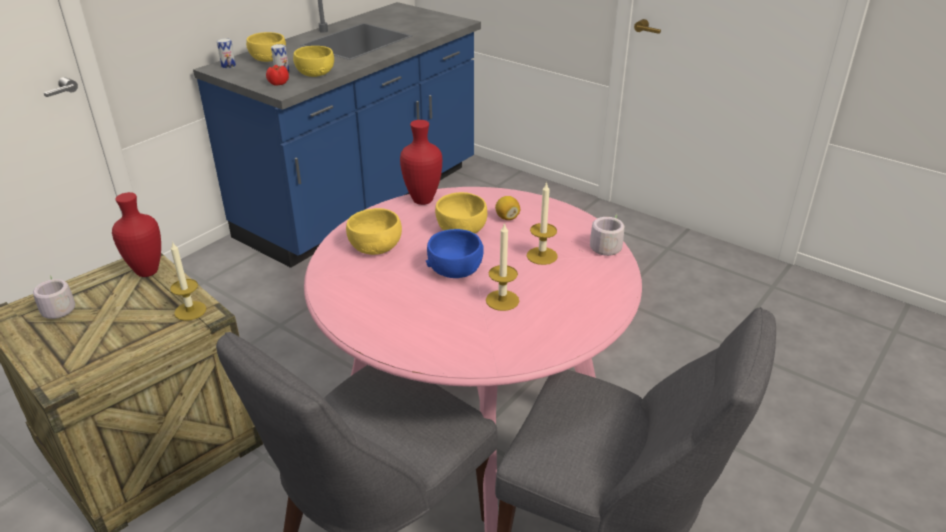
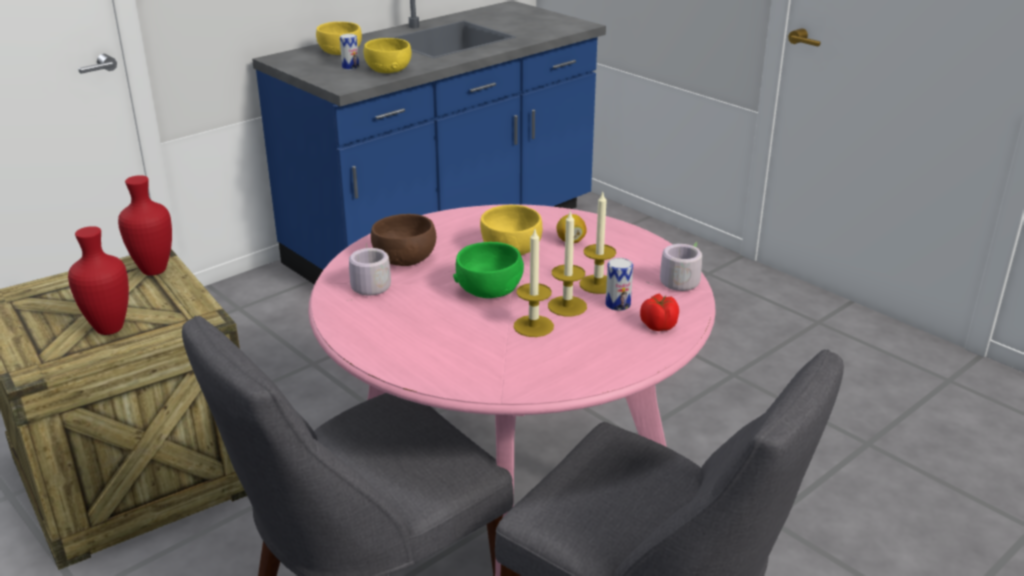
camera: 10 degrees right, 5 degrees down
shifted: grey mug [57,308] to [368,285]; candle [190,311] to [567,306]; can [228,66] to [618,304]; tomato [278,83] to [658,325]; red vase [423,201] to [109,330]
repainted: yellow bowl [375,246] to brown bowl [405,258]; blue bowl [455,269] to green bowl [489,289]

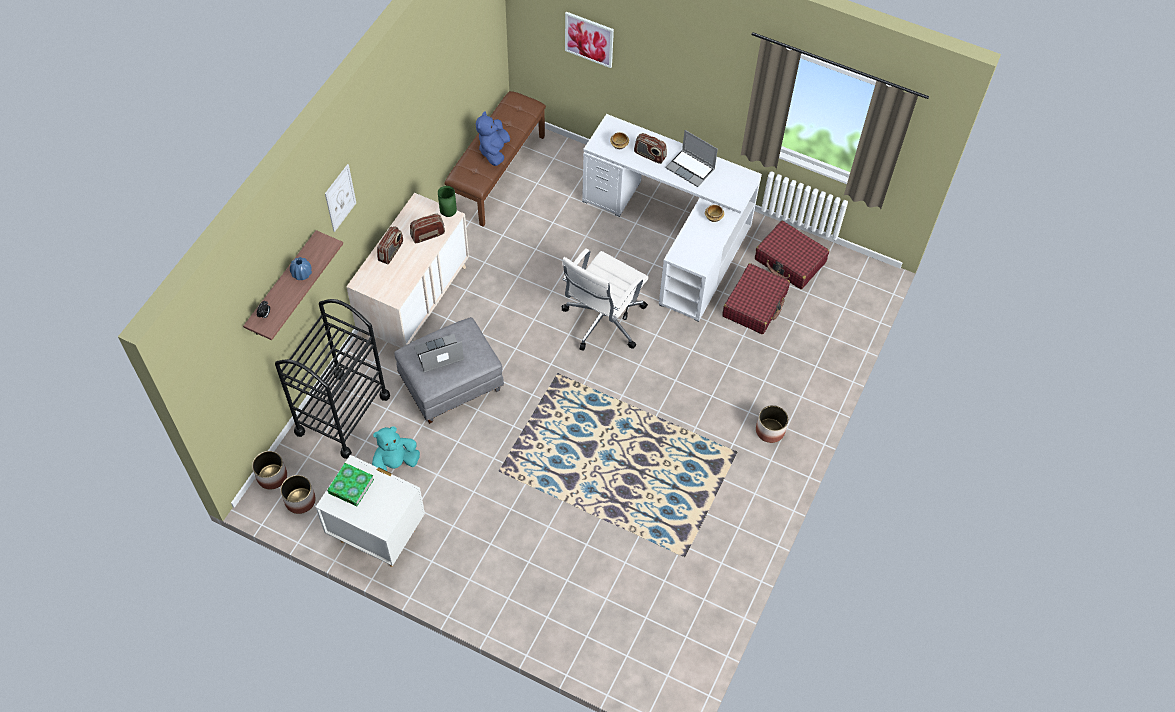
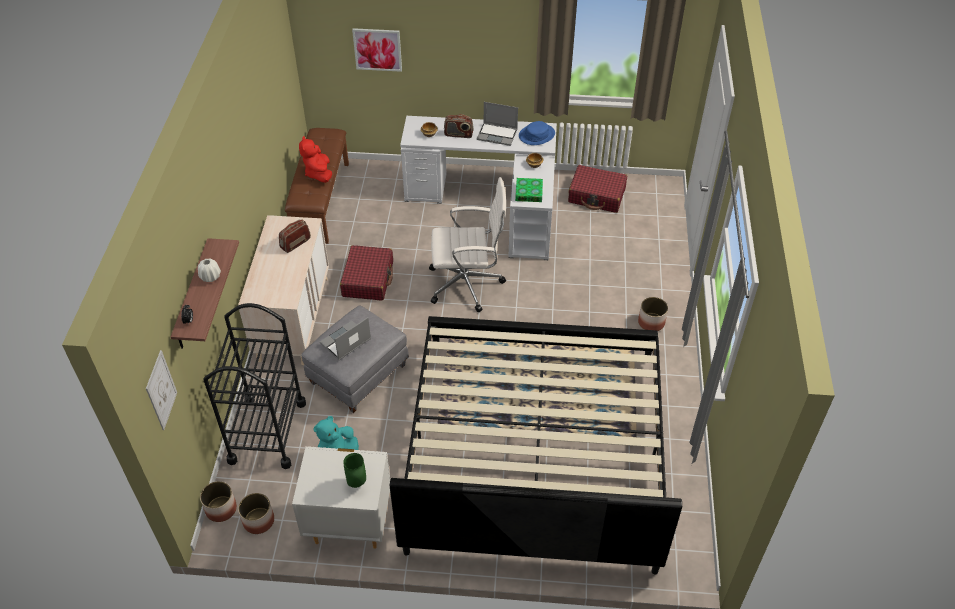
camera: 20 degrees left, 10 degrees down
gone: radio [391,252]
new: bed [535,450]; blue hat [536,135]
shifted: picture [340,198] to [161,390]; book [351,486] to [529,192]; green vase [448,214] to [356,483]; red suitcase [755,304] to [368,279]
repainted: blue vase [302,274] to white vase [210,276]; blue plush toy [494,151] to red plush toy [318,173]
rotated: white office chair [602,321] = [467,284] 105 degrees counterclockwise

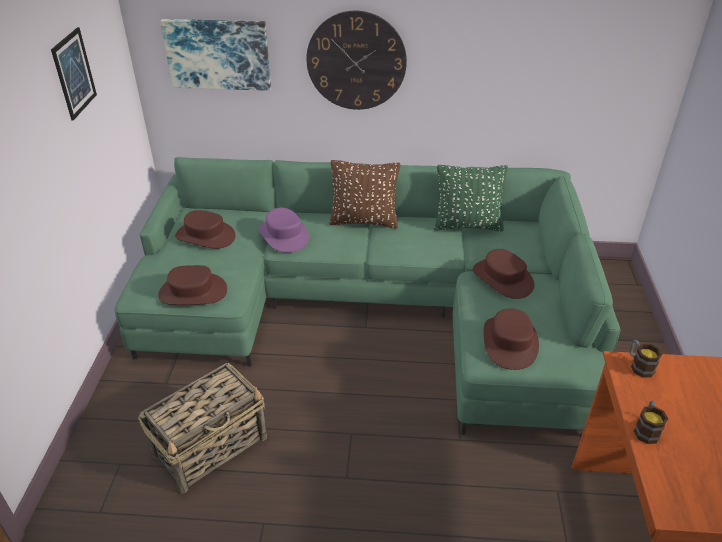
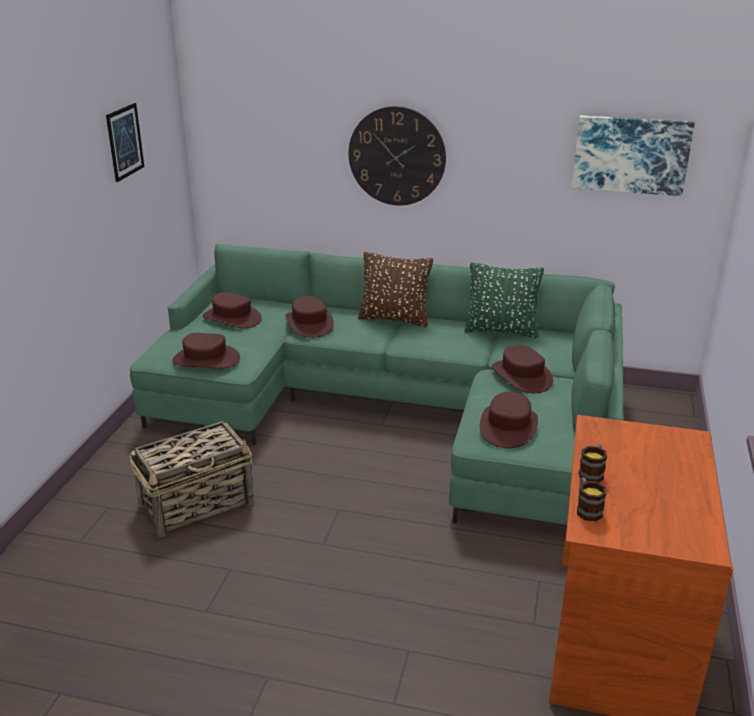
camera: 10 degrees right, 10 degrees down
shifted: picture [218,54] to [631,154]; mug [639,366] to [587,509]
repainted: purple hat [284,235] to brown hat [309,323]

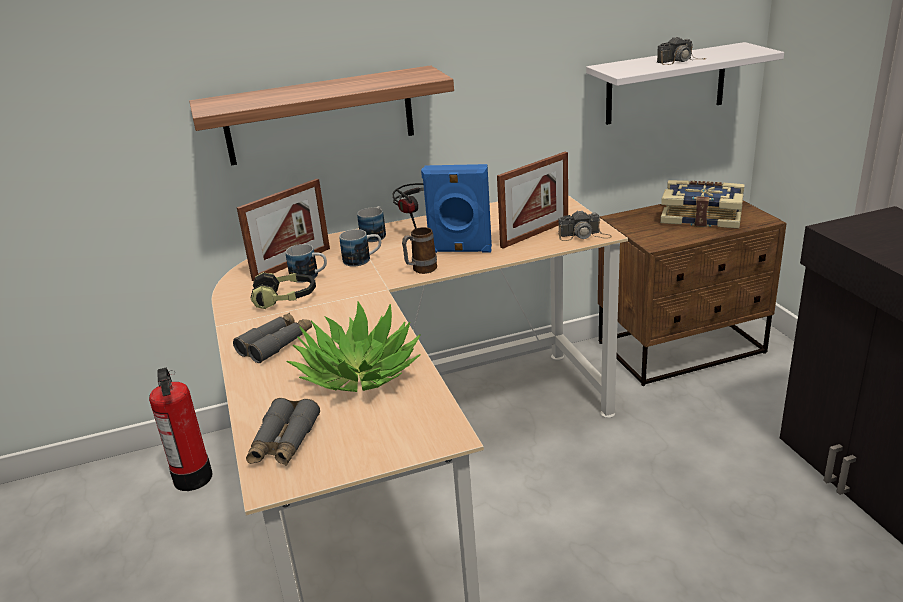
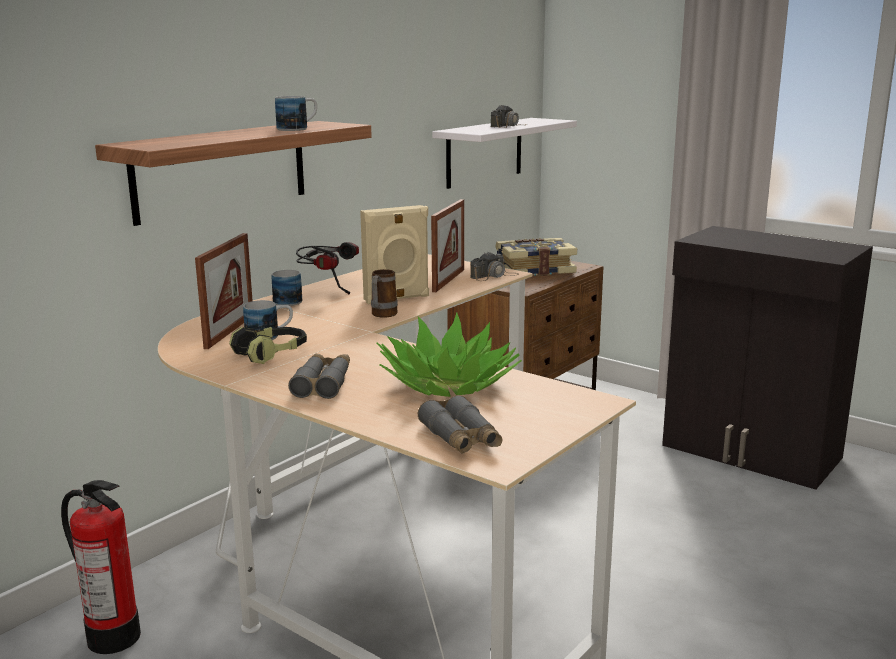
camera: 35 degrees left, 10 degrees down
shifted: mug [363,260] to [298,129]
repainted: blue speaker [460,250] to beige speaker [397,298]

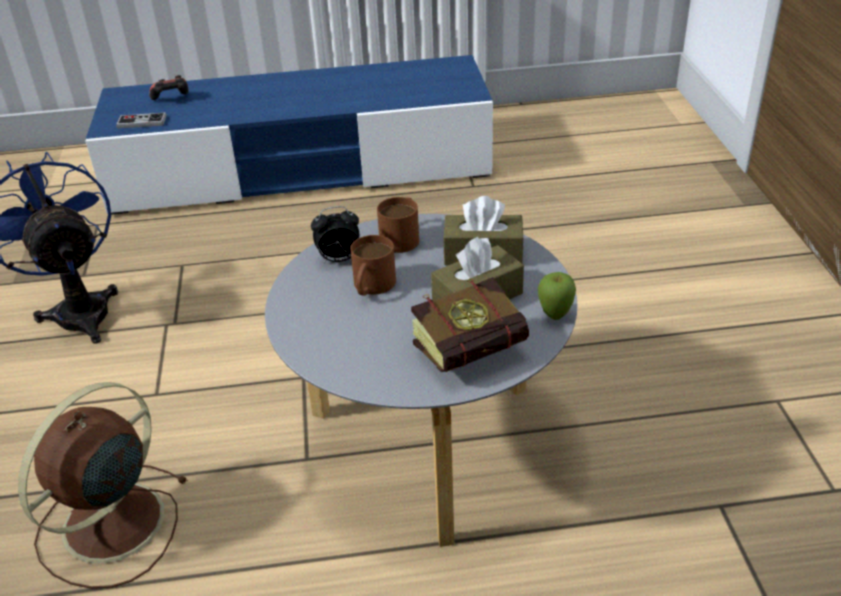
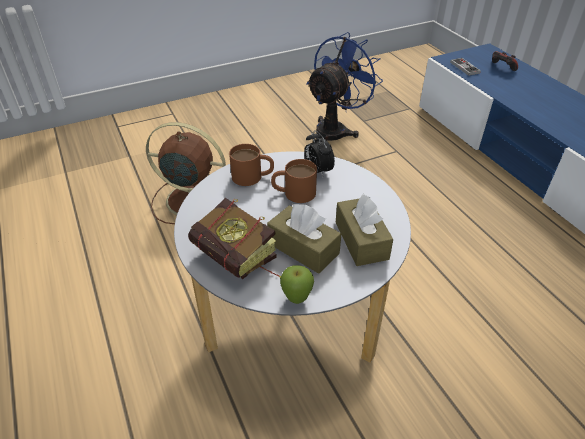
camera: 70 degrees right, 5 degrees up
shifted: brown mug [402,236] to [253,176]

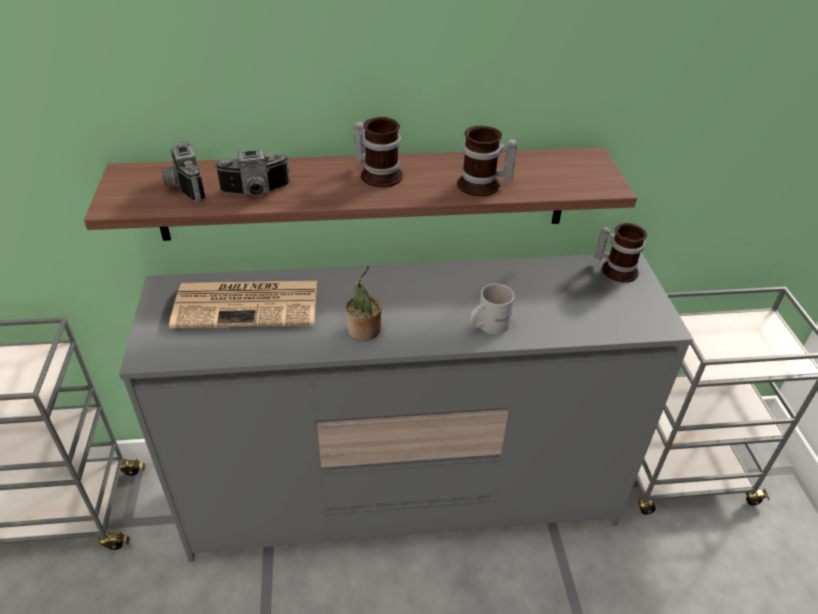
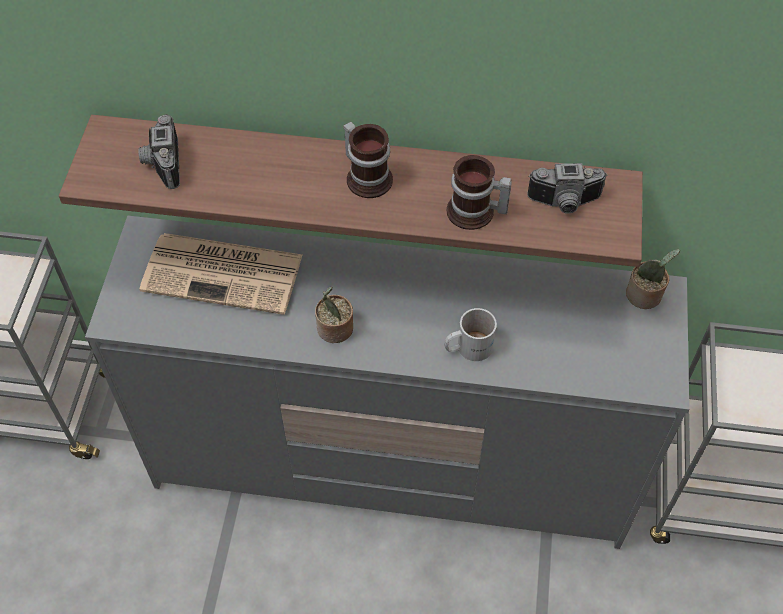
camera: 15 degrees right, 15 degrees up
shifted: photo camera [256,193] to [565,204]
swapped: mug [616,268] to potted plant [645,296]

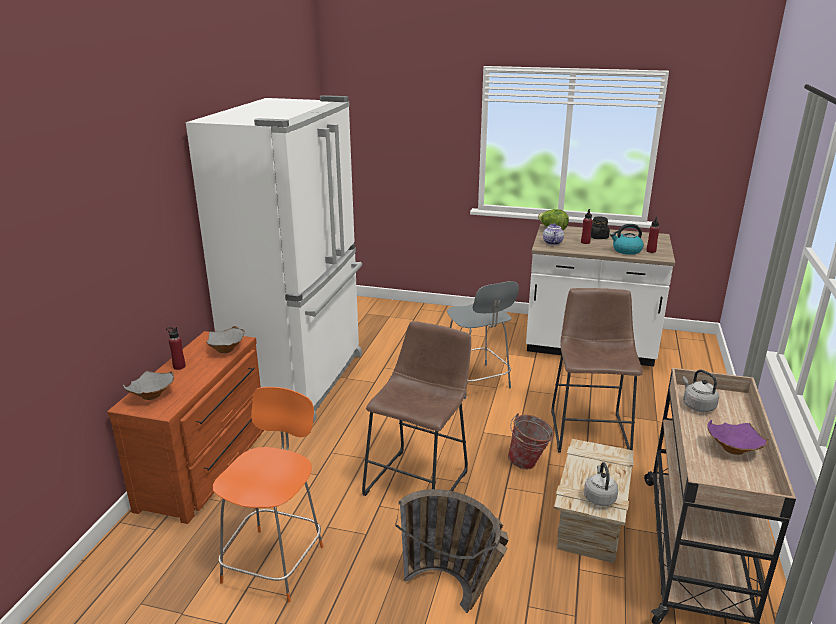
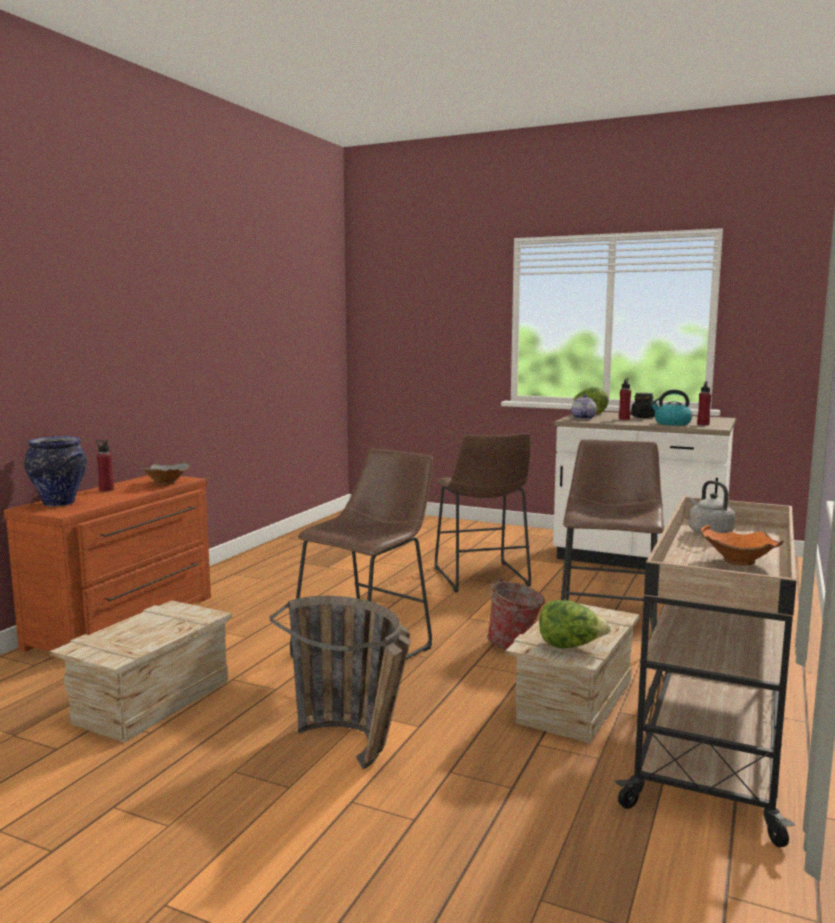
camera: 10 degrees right, 15 degrees down
gone: white fridge [302,380]
swapped: grey bowl [152,396] to vase [60,503]; orange chair [275,561] to crate [152,702]; grey chair [477,382] to brown stool [482,578]; grey kettle [599,497] to lettuce [570,646]
repainted: purple bowl [733,450] to orange bowl [738,562]

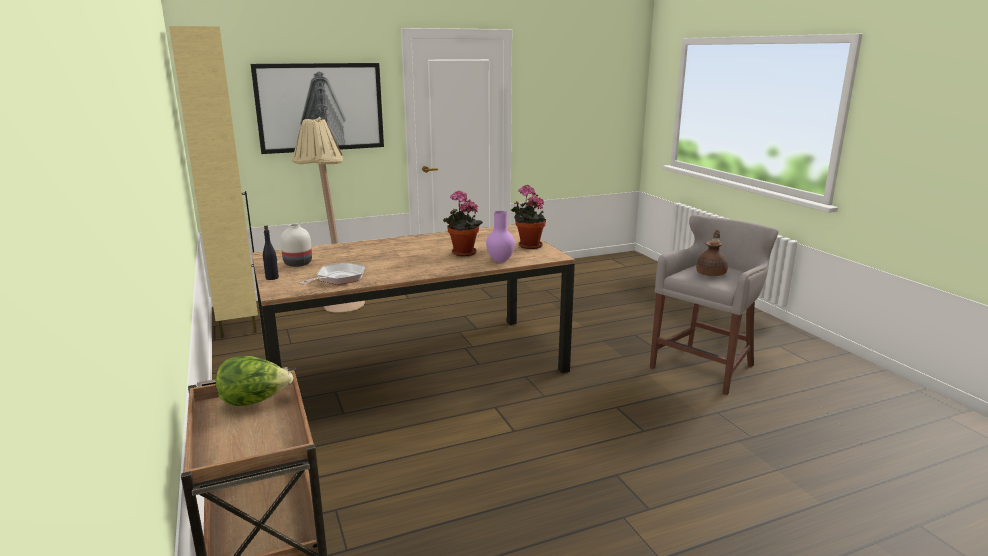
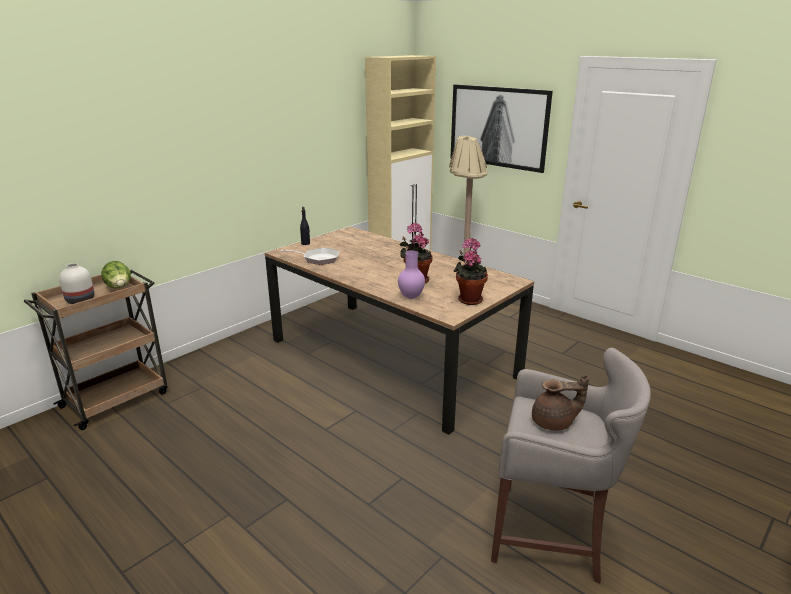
camera: 65 degrees right, 5 degrees up
shifted: white vase [297,264] to [79,300]

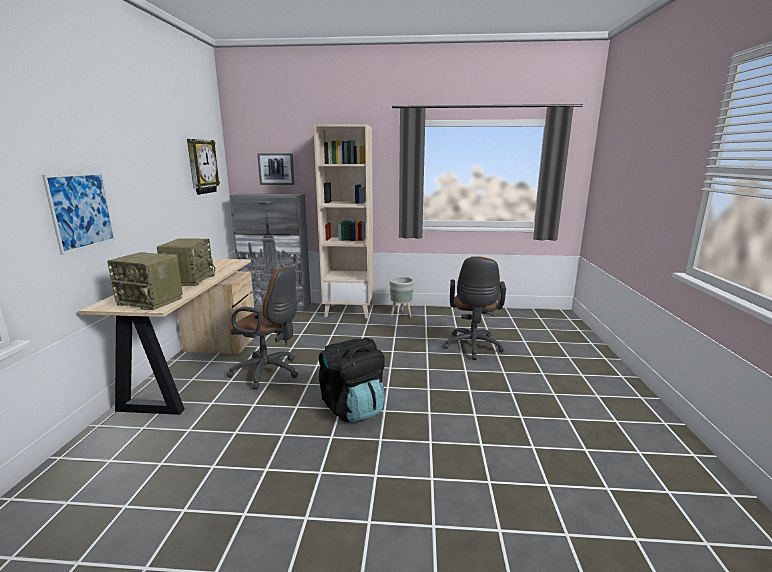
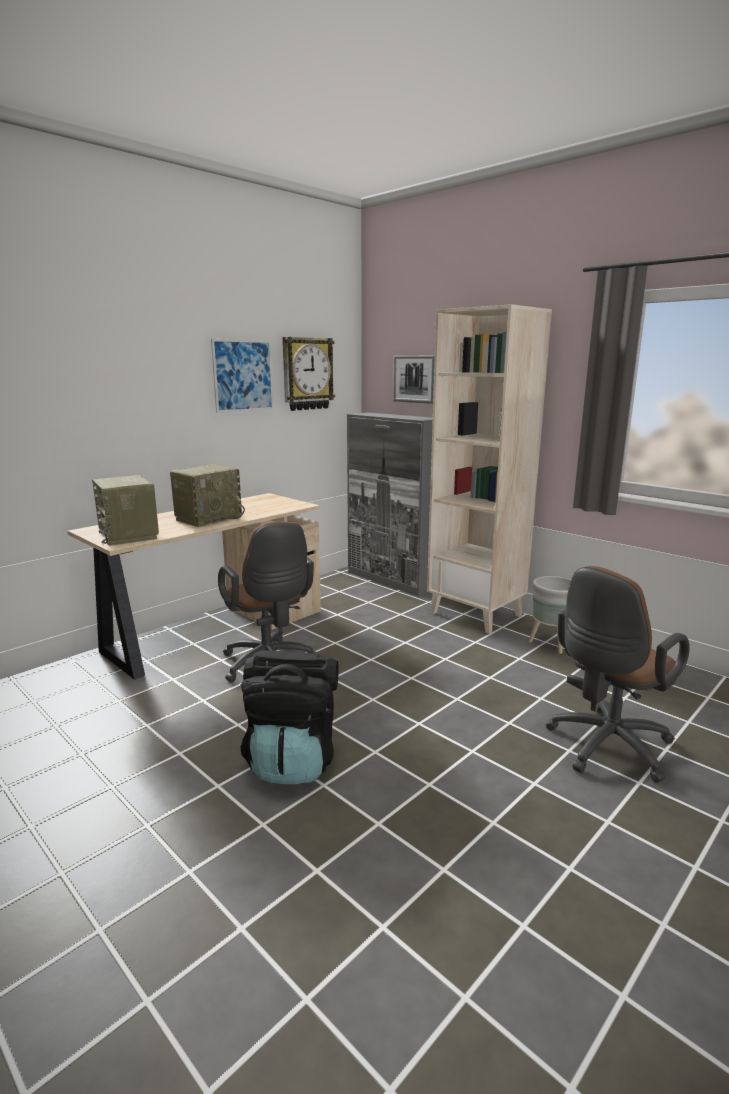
camera: 40 degrees right, 0 degrees up
shifted: picture [81,211] to [243,375]

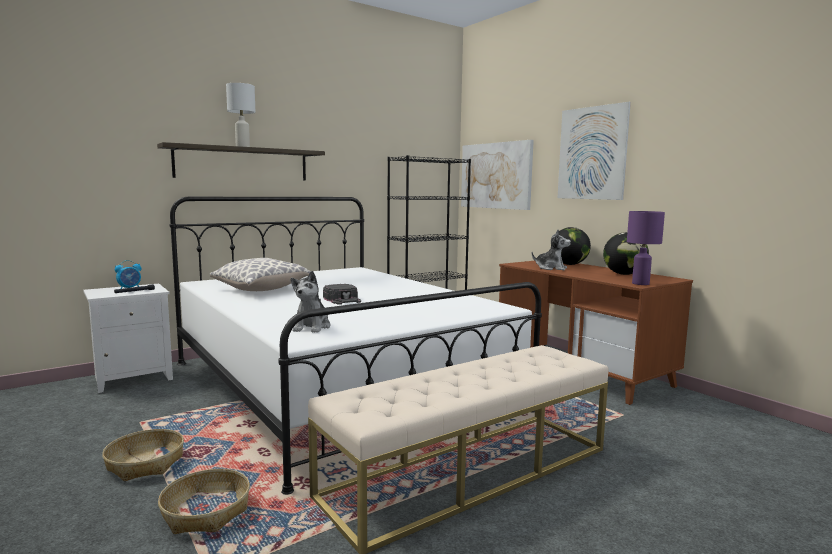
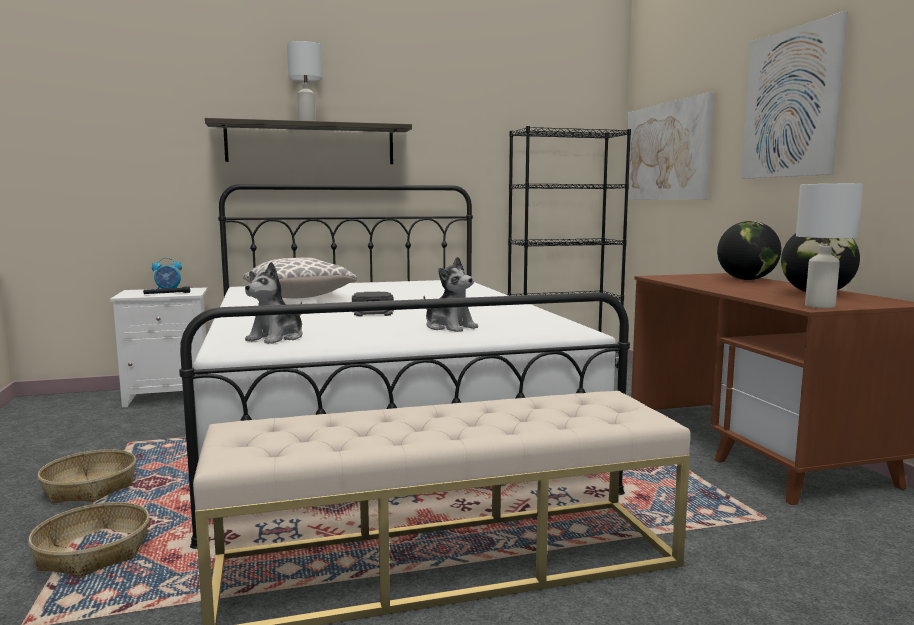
camera: 20 degrees right, 0 degrees up
shifted: plush toy [551,268] to [449,327]
repainted: purple table lamp [641,284] to white table lamp [821,306]

